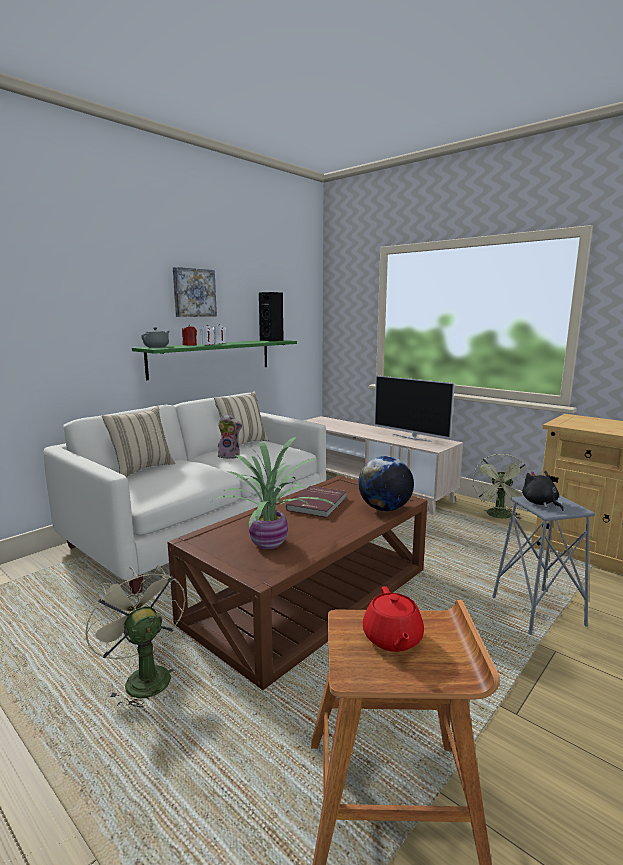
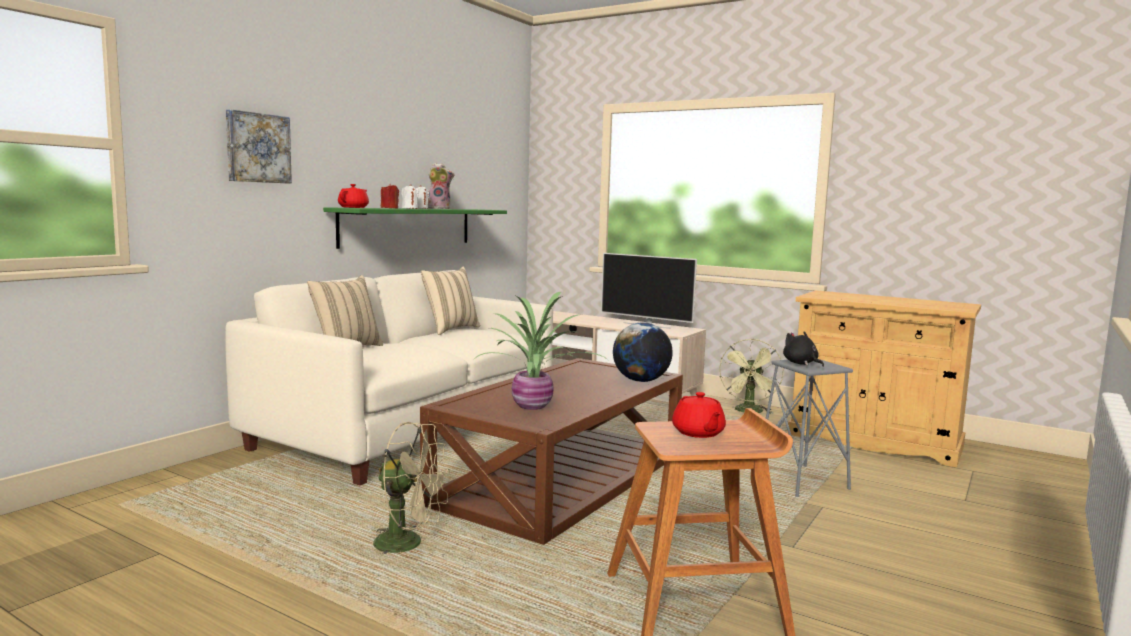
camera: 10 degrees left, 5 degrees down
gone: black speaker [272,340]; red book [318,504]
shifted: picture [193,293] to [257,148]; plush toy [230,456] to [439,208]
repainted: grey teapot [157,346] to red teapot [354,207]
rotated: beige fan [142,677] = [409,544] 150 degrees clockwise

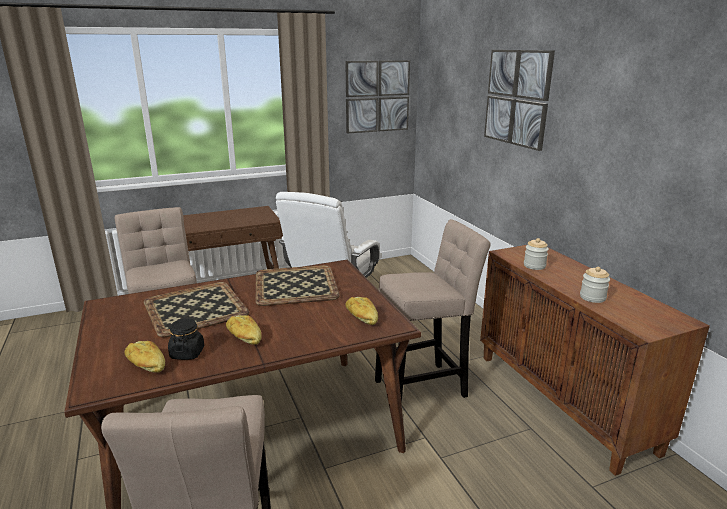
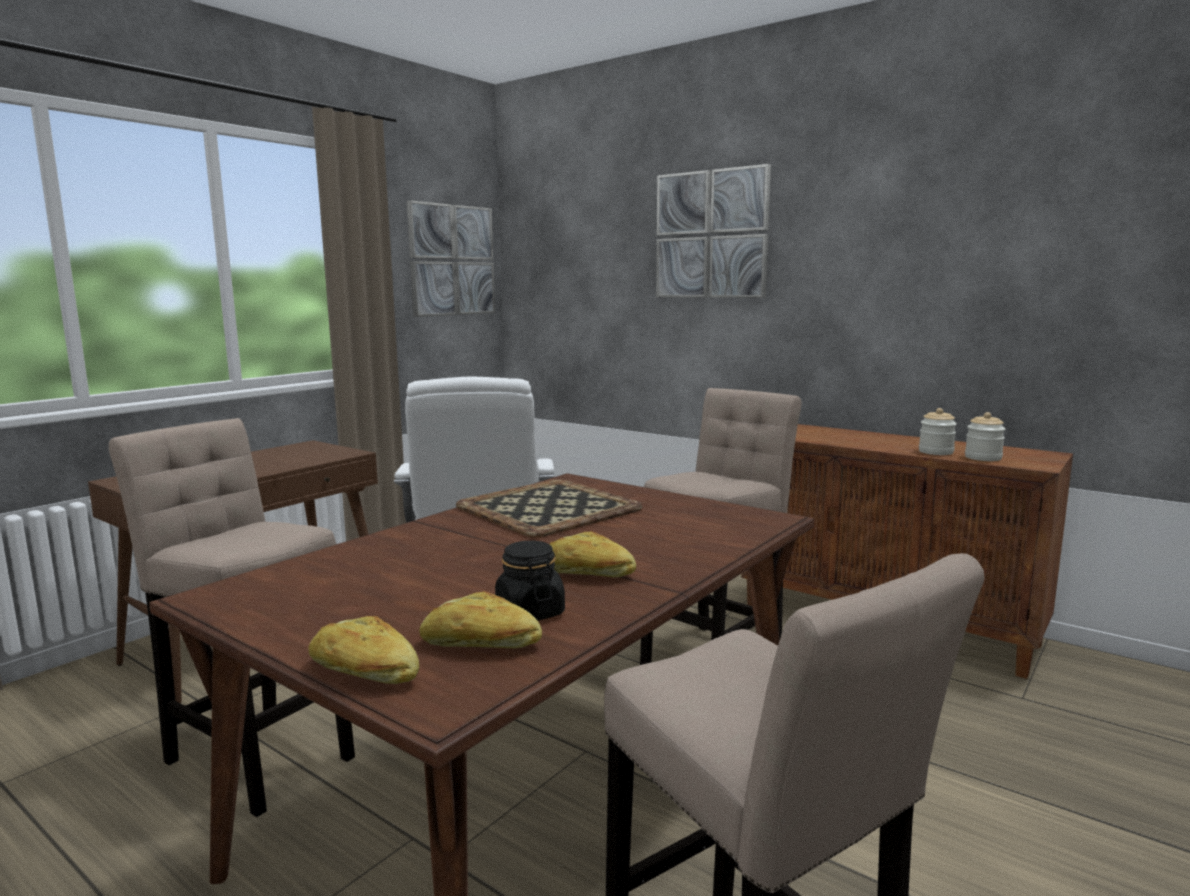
camera: 30 degrees left, 10 degrees down
gone: tray [195,309]
shifted: bread [361,317] to [364,673]; jar [534,266] to [983,458]

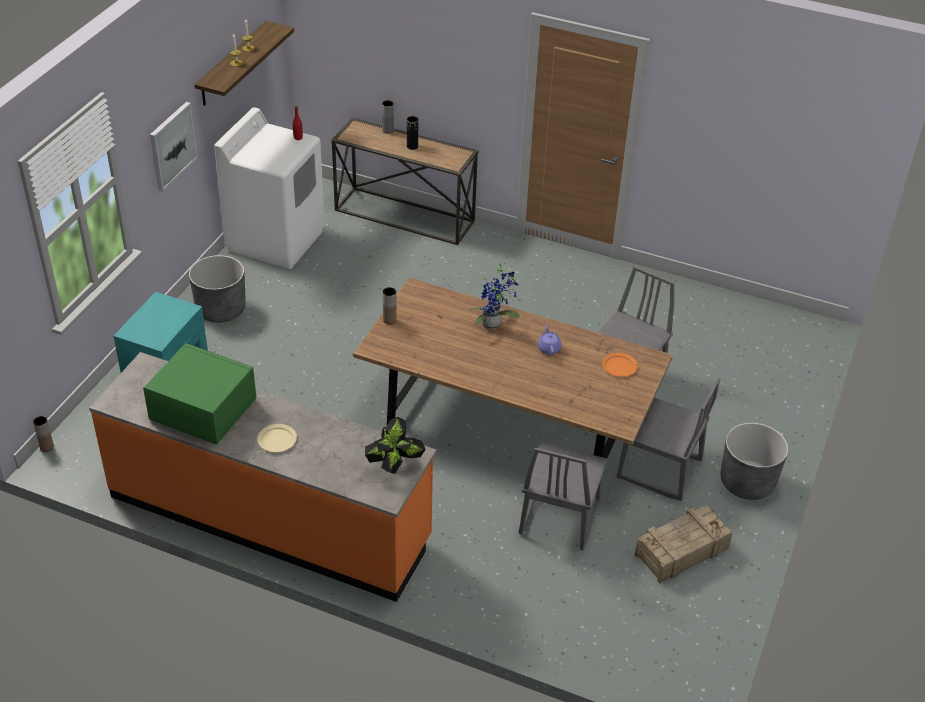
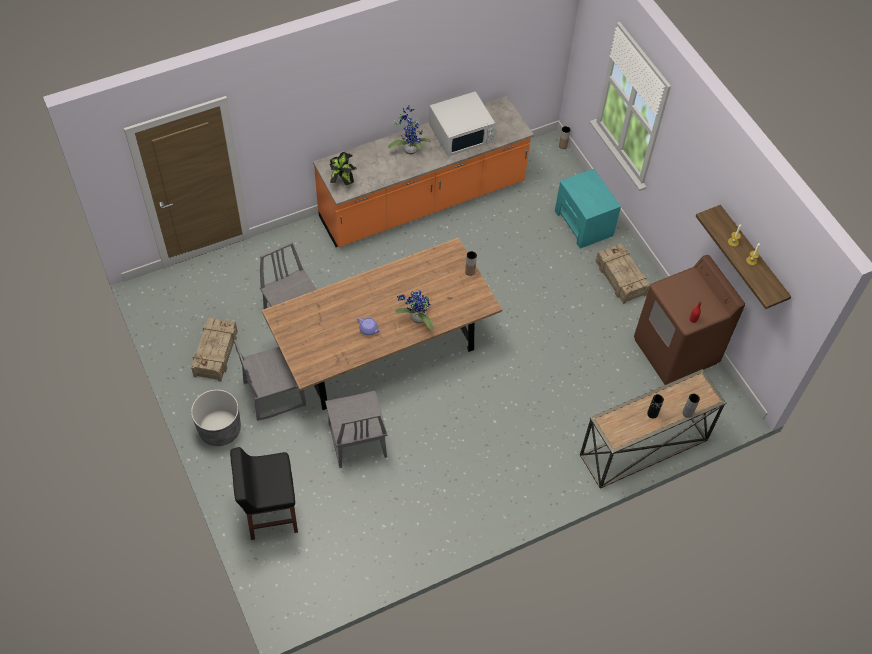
camera: 130 degrees right, 15 degrees up
gone: picture [172,146]; orange plate [619,366]
new: black stool [270,513]
swapped: grey planter [221,309] to crate [620,278]; beige plate [277,439] to potted plant [409,148]
repainted: green microwave [202,409] to white microwave [461,134]; white washing machine [276,240] to brown washing machine [675,351]

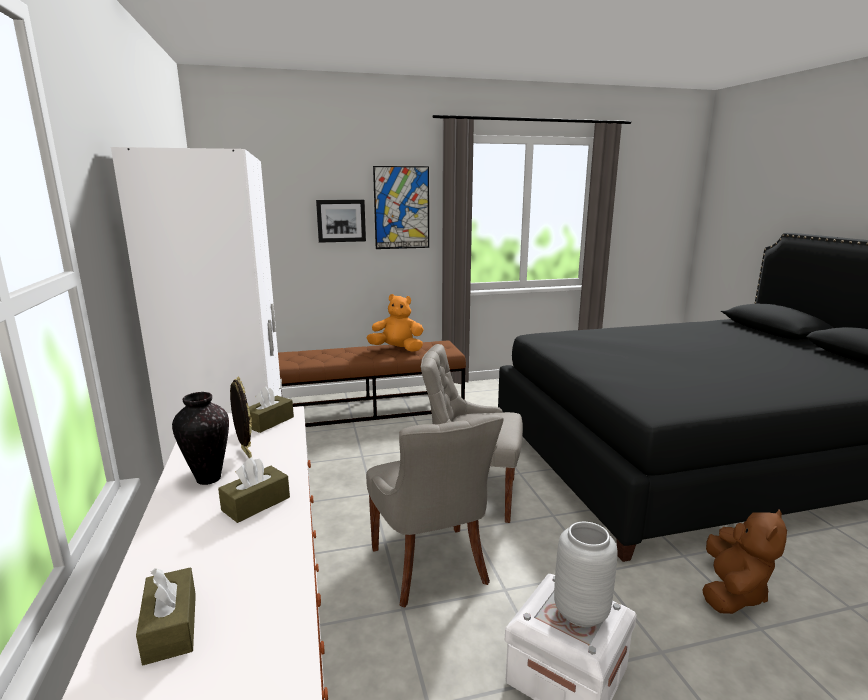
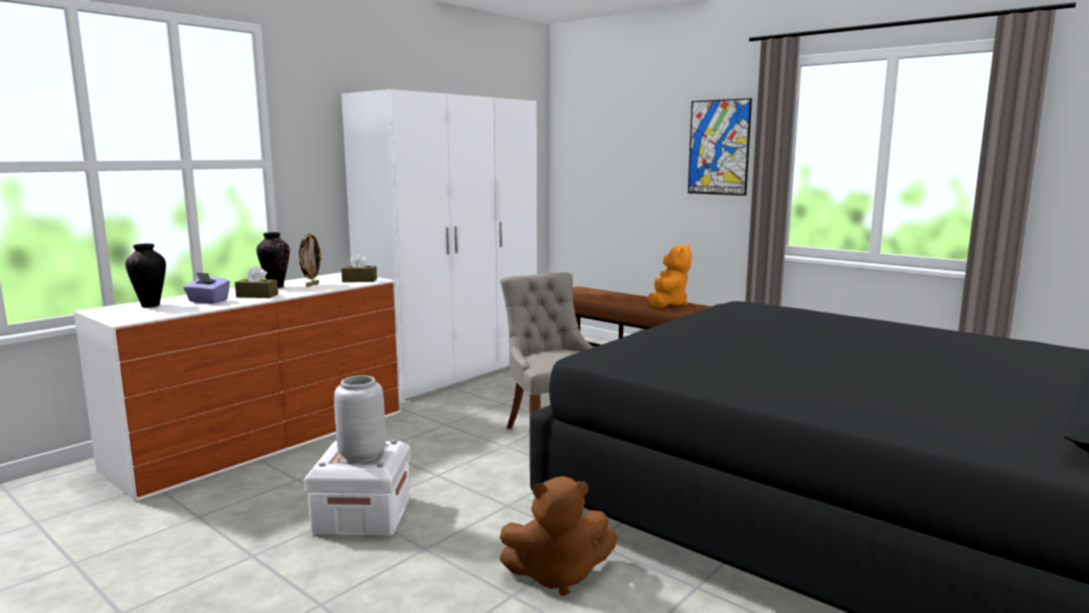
camera: 55 degrees right, 5 degrees down
gone: picture [341,220]; grey chair [431,567]
new: purple tissue box [208,301]
swapped: brown tissue box [171,627] to vase [150,306]
rotated: orange plush toy [397,349] = [667,304] 45 degrees clockwise

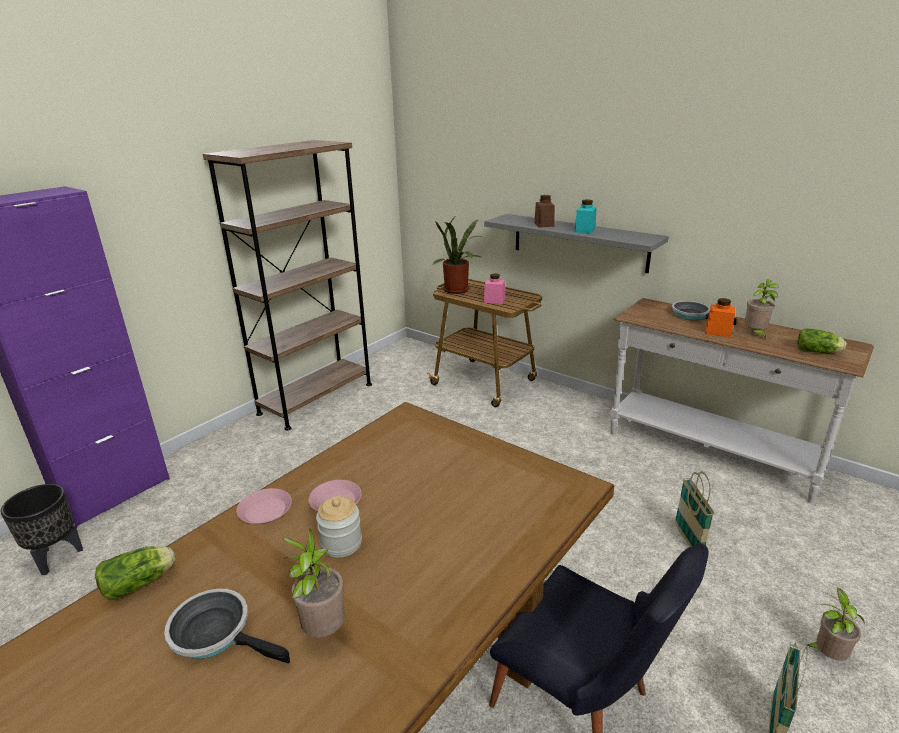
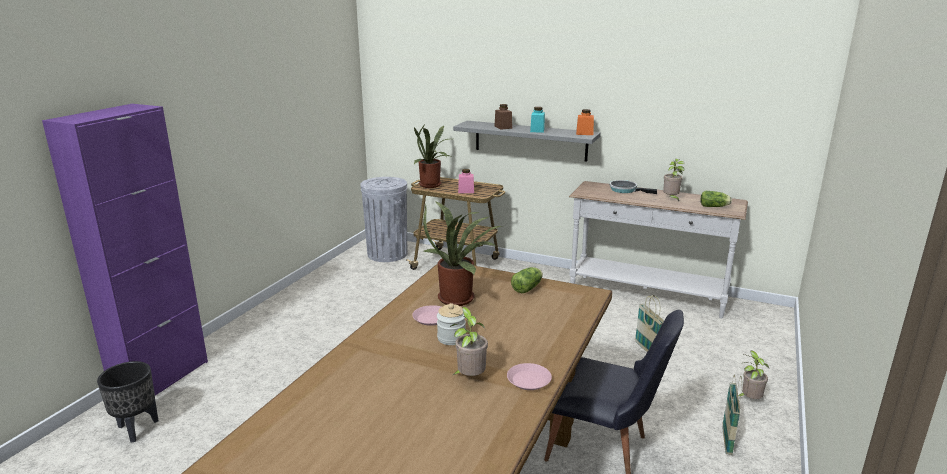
camera: 15 degrees left, 5 degrees down
gone: frying pan [217,633]; brown bookcase [316,398]
new: grey trash can [387,254]; potted plant [460,298]
shifted: lettuce [141,582] to [528,288]; pink plate [265,510] to [529,380]; orange jar [718,332] to [584,133]

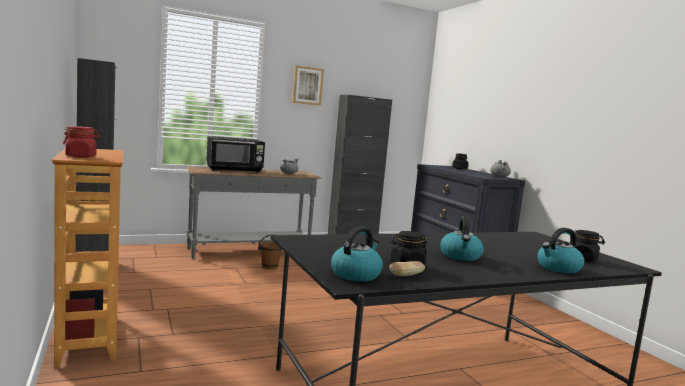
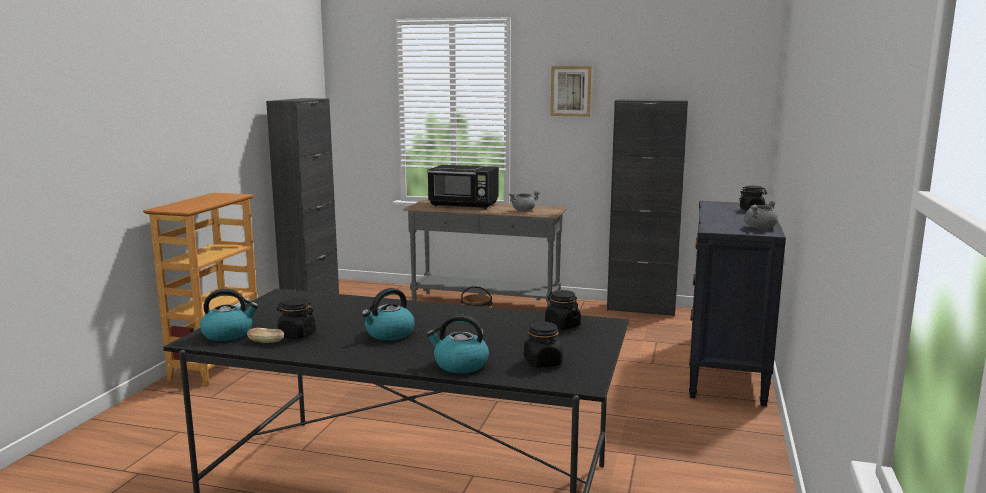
camera: 40 degrees right, 5 degrees up
gone: red jar [81,156]
new: black jar [562,325]

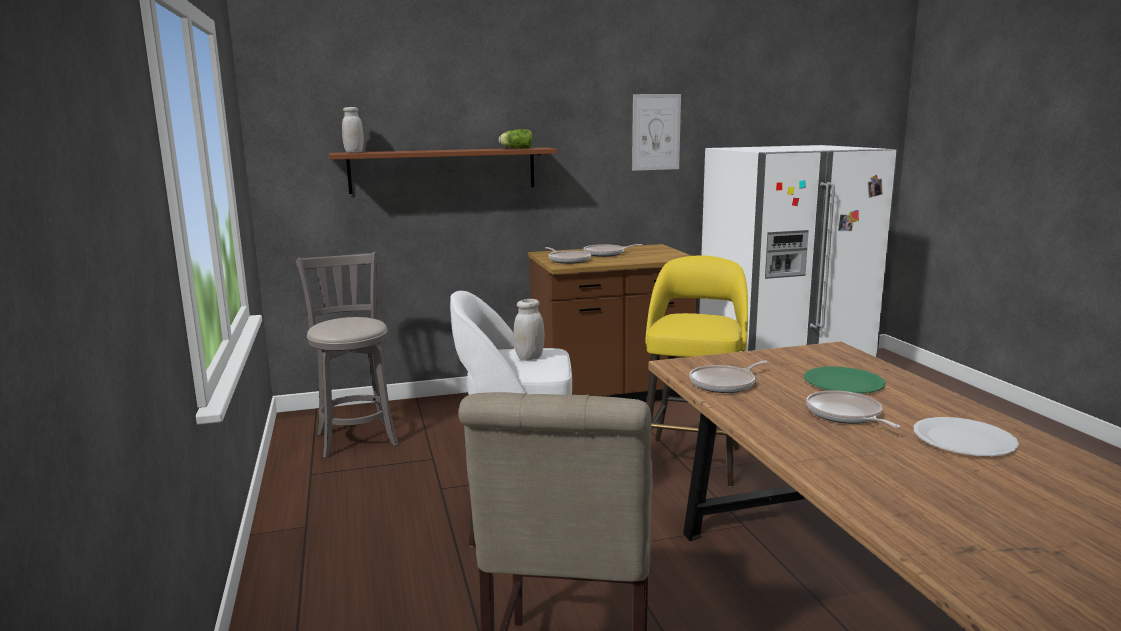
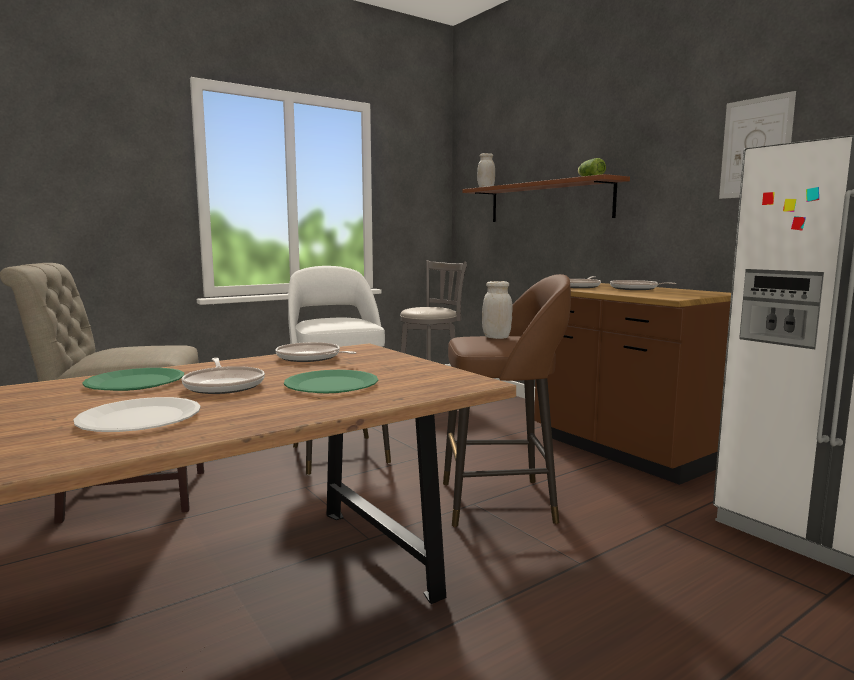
camera: 70 degrees right, 5 degrees down
new: green plate [135,382]
shifted: white jar [529,357] to [496,337]
repainted: yellow stool [692,460] to brown stool [501,502]
rotated: frying pan [845,415] = [224,385] 105 degrees clockwise

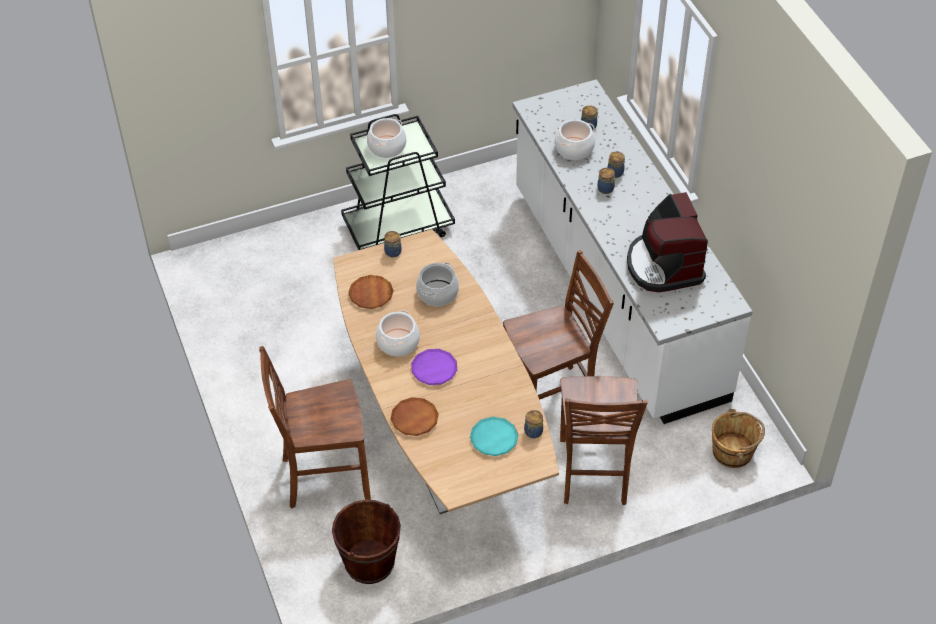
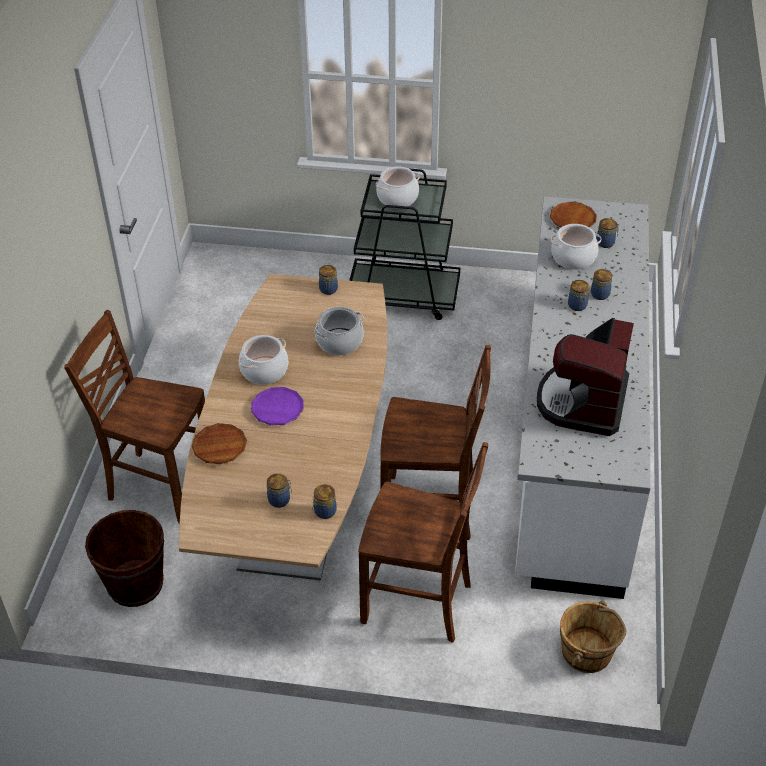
camera: 30 degrees right, 5 degrees down
shifted: brown plate [371,294] to [572,219]
swapped: turquoise plate [494,438] to jar [280,500]
rotated: brown chair [593,473] = [419,603] 105 degrees counterclockwise

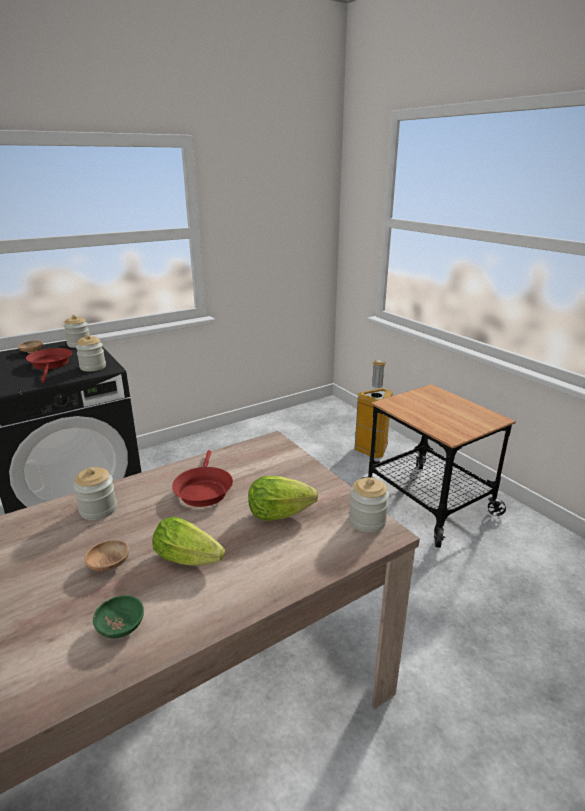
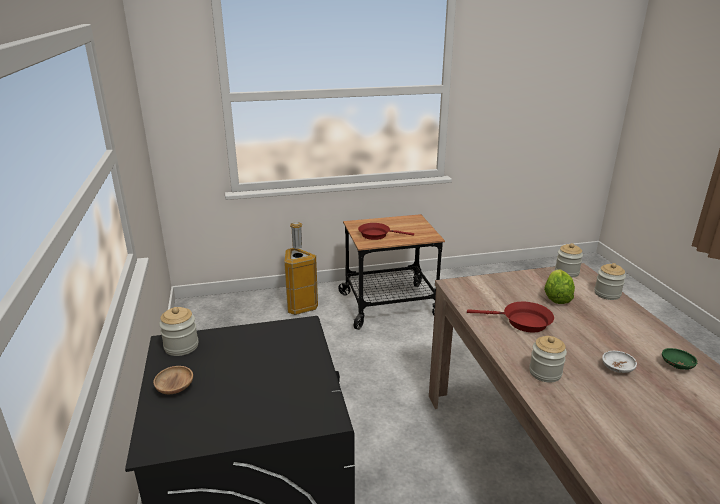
camera: 70 degrees left, 0 degrees up
gone: lettuce [191,558]
shifted: red frying pan [51,365] to [377,235]; jar [93,367] to [607,294]
repainted: brown bowl [109,564] to white bowl [617,369]

